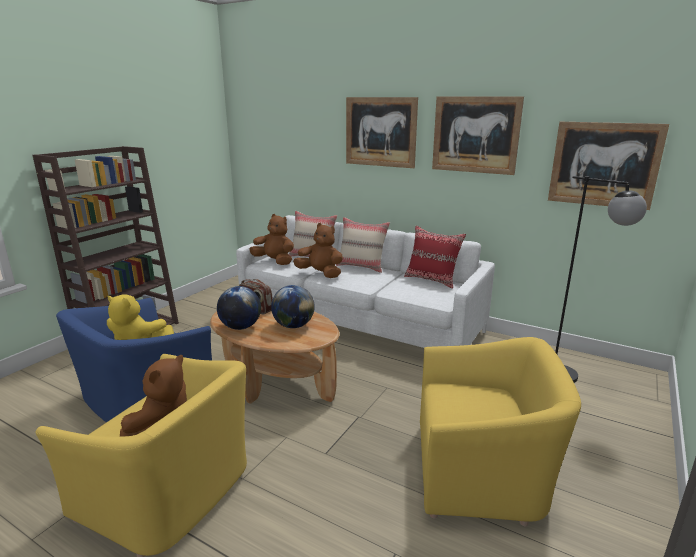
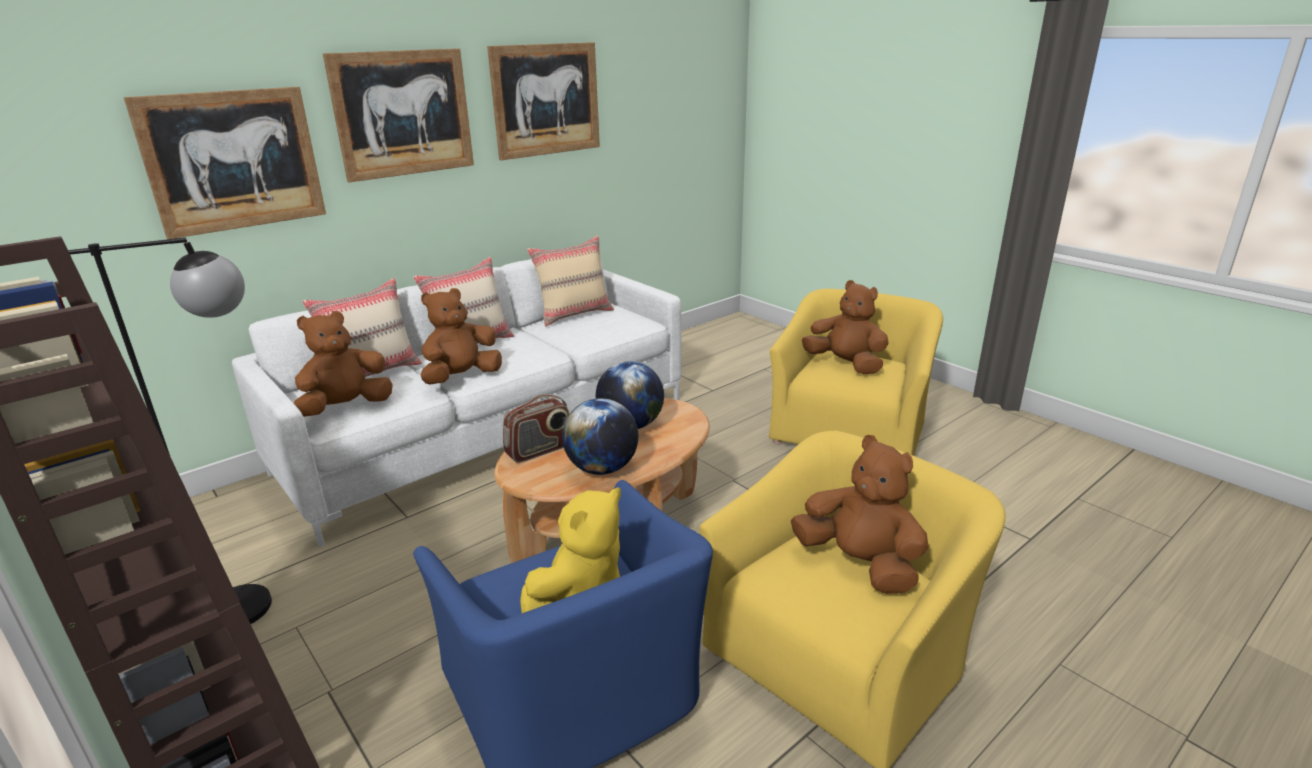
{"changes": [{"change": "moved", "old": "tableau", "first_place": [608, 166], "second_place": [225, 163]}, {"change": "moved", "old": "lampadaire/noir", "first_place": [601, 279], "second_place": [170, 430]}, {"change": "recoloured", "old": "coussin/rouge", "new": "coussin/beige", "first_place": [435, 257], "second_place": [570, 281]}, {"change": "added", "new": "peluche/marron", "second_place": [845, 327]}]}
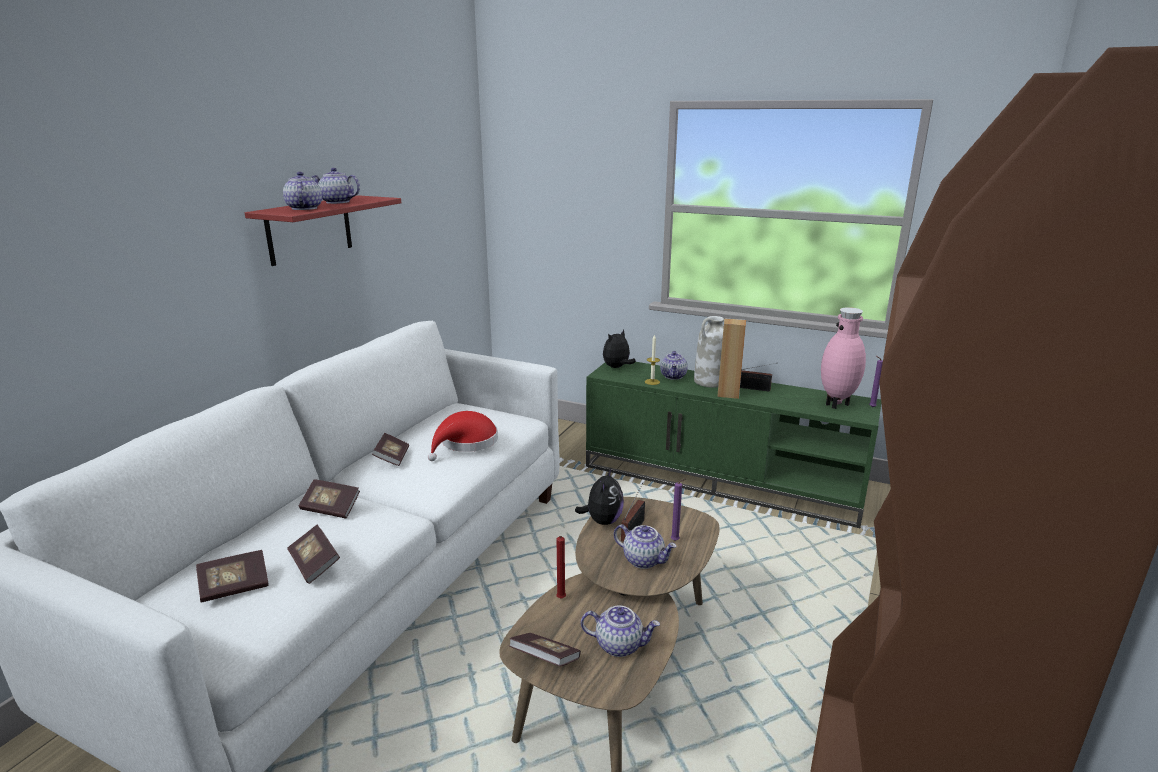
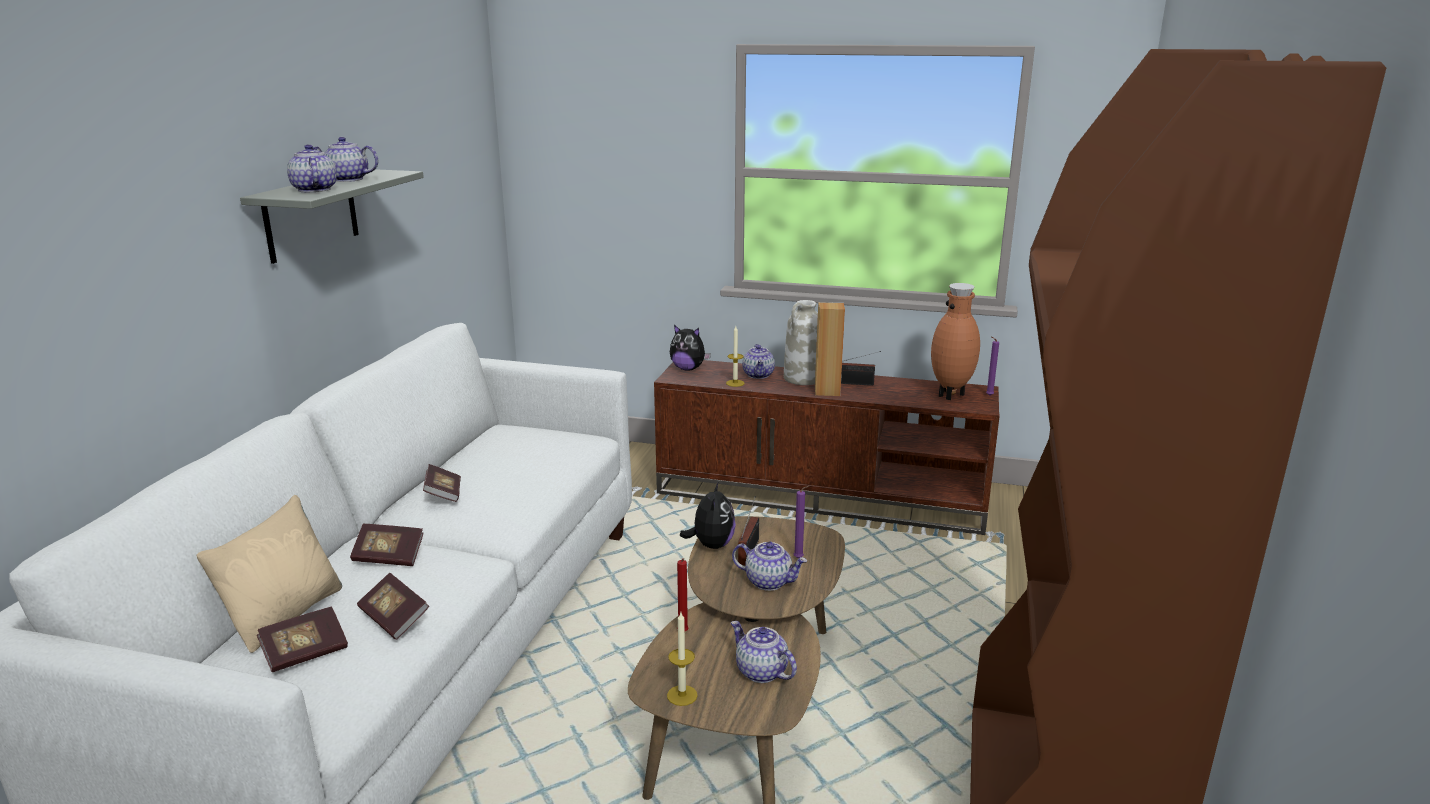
{"changes": [{"change": "recoloured", "old": "étagère/rouge", "new": "étagère/gris", "first_place": [323, 230], "second_place": [332, 216]}, {"change": "recoloured", "old": "vase/rose", "new": "vase/marron", "first_place": [843, 358], "second_place": [955, 341]}, {"change": "turned", "old": "peluche", "first_place": [619, 349], "second_place": [690, 348], "degrees": -105}, {"change": "recoloured", "old": "meuble télé/vert", "new": "meuble télé/marron", "first_place": [733, 445], "second_place": [827, 447]}, {"change": "removed", "old": "chapeau/rouge", "first_place": [463, 436]}, {"change": "turned", "old": "théière", "first_place": [620, 631], "second_place": [764, 652], "degrees": -135}, {"change": "replaced", "old": "livre", "new": "bougie", "first_place": [545, 649], "second_place": [682, 659]}, {"change": "added", "new": "coussin/beige", "second_place": [269, 574]}]}
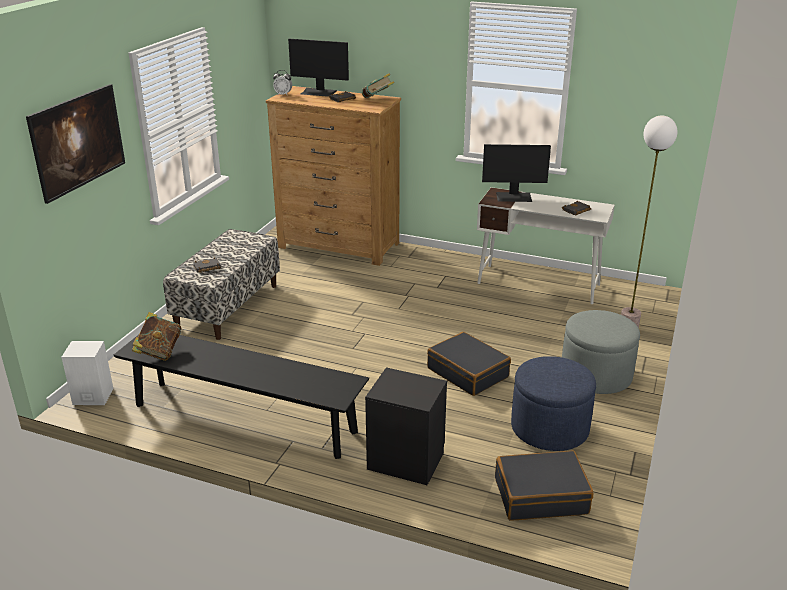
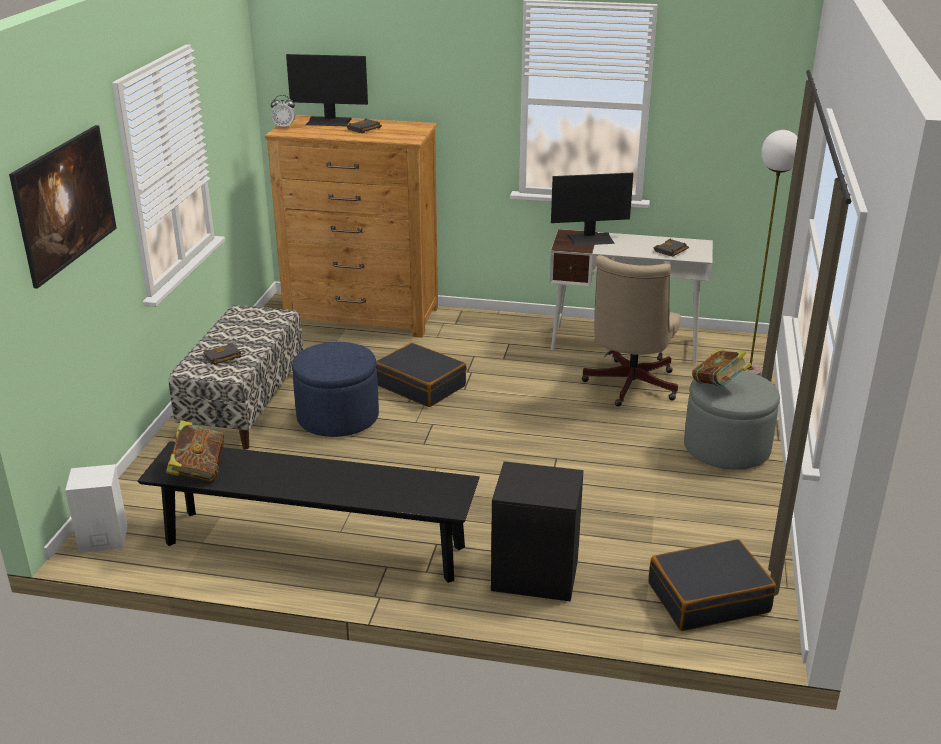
{"changes": [{"change": "moved", "old": "livre", "first_place": [378, 85], "second_place": [722, 367]}, {"change": "moved", "old": "valise/noir", "first_place": [469, 364], "second_place": [421, 375]}, {"change": "moved", "old": "pouf/bleu", "first_place": [553, 403], "second_place": [335, 389]}, {"change": "added", "new": "chaise de bureau/beige", "second_place": [631, 330]}]}
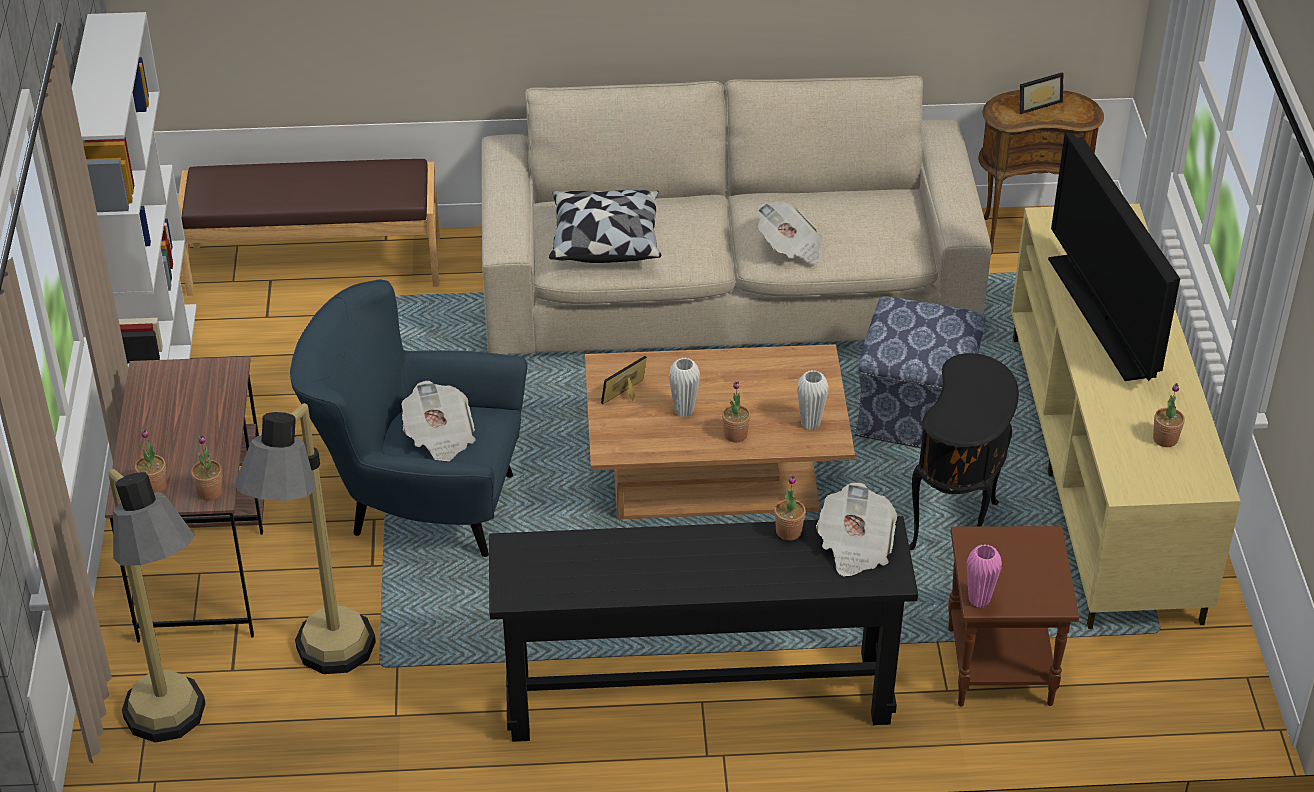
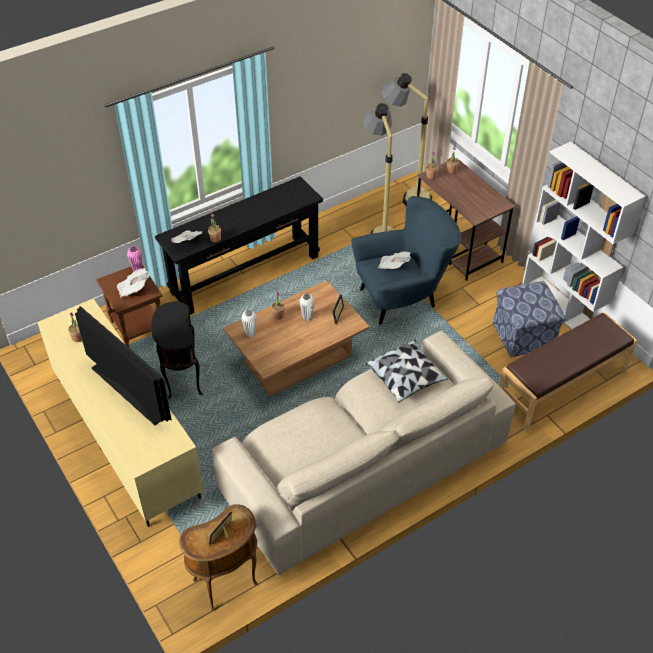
{"changes": [{"change": "moved", "old": "journal", "first_place": [790, 232], "second_place": [133, 282]}, {"change": "moved", "old": "pouf", "first_place": [920, 372], "second_place": [529, 319]}]}
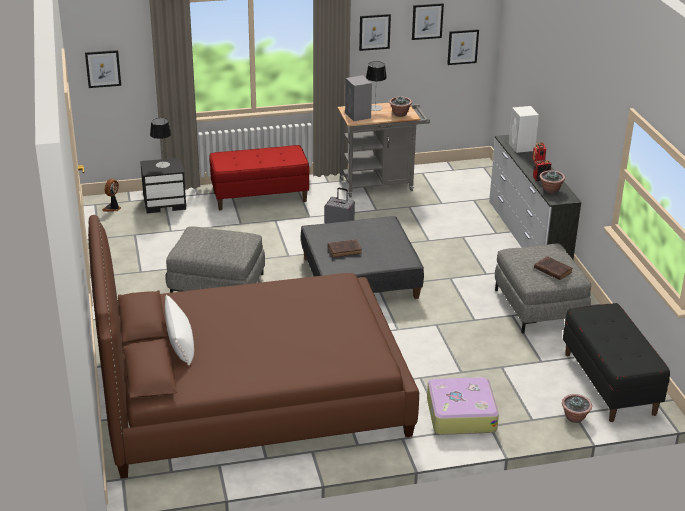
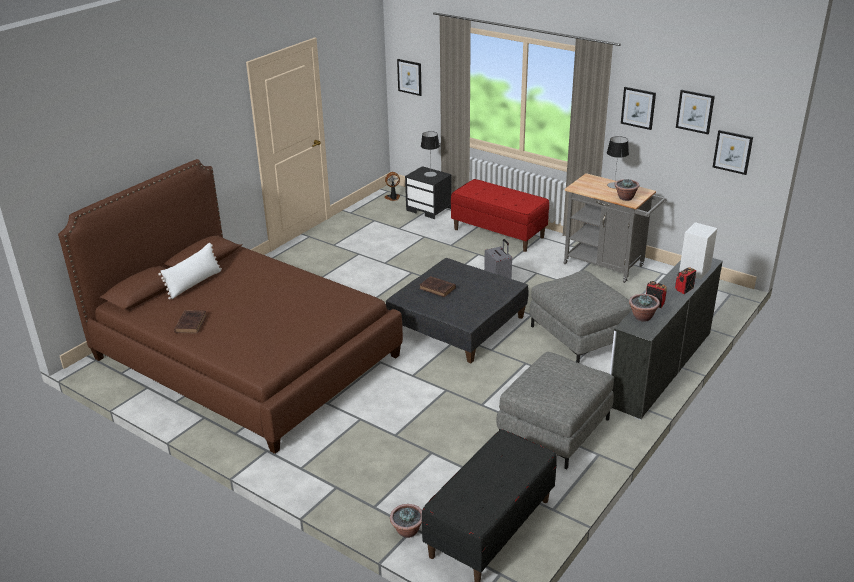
{"changes": [{"change": "removed", "old": "enceinte/gris", "first_place": [358, 98]}, {"change": "moved", "old": "pouf/gris", "first_place": [215, 259], "second_place": [581, 316]}, {"change": "moved", "old": "livre/marron", "first_place": [553, 268], "second_place": [190, 322]}, {"change": "removed", "old": "valise", "first_place": [463, 406]}]}
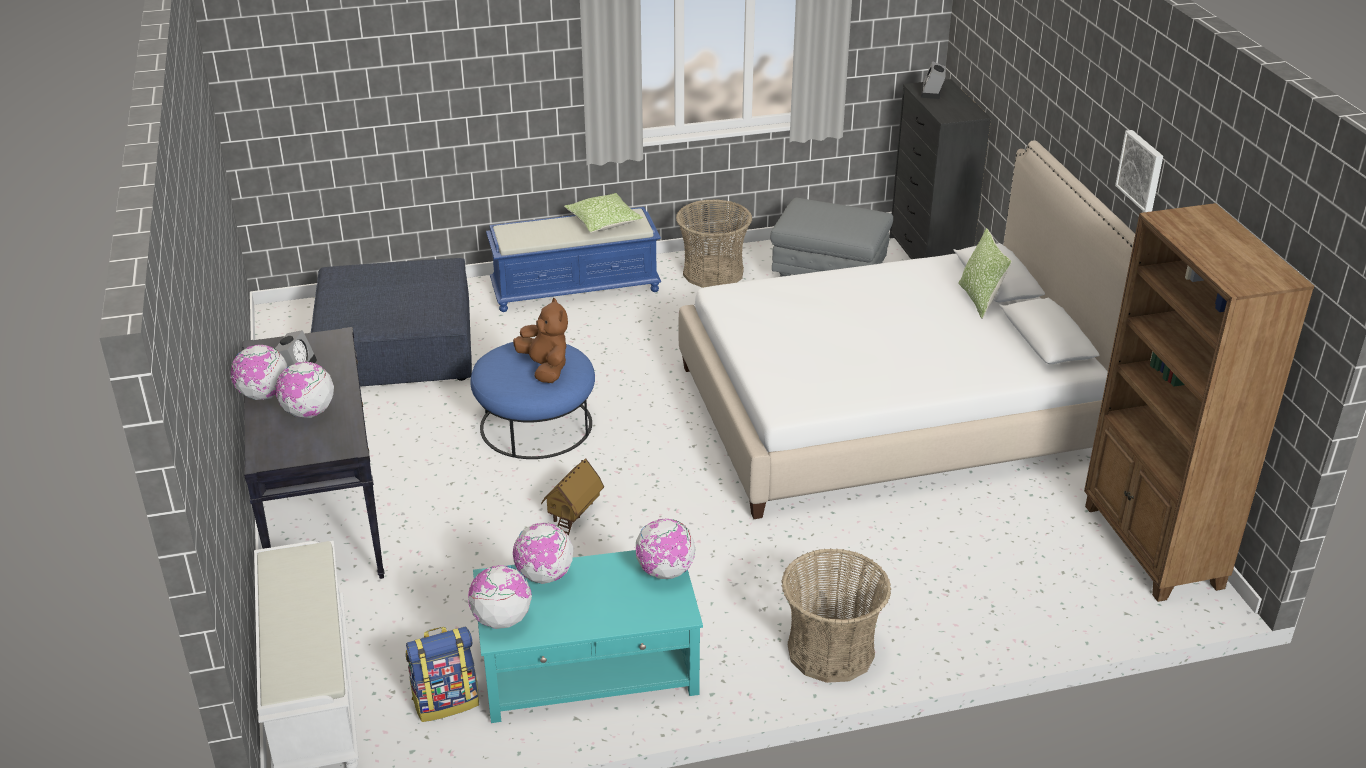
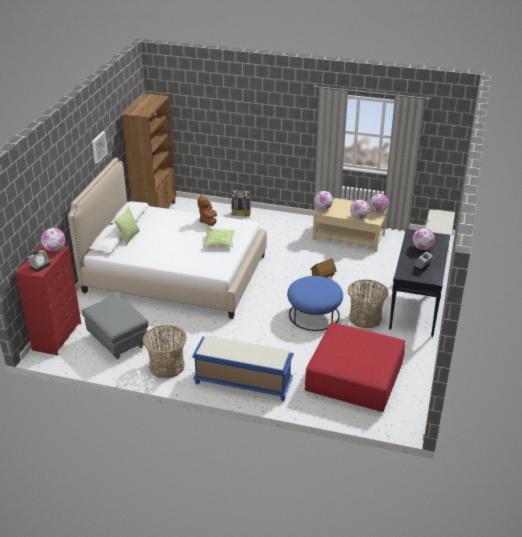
{"changes": [{"change": "recoloured", "old": "commode/noir", "new": "commode/rouge", "first_place": [940, 169], "second_place": [48, 299]}, {"change": "moved", "old": "coussin", "first_place": [603, 213], "second_place": [219, 238]}, {"change": "recoloured", "old": "pouf/bleu", "new": "pouf/rouge", "first_place": [391, 322], "second_place": [355, 367]}, {"change": "moved", "old": "peluche/marron", "first_place": [540, 340], "second_place": [207, 210]}, {"change": "moved", "old": "globe", "first_place": [259, 372], "second_place": [53, 240]}, {"change": "moved", "old": "panier", "first_place": [836, 616], "second_place": [368, 303]}, {"change": "recoloured", "old": "table basse/turquoise", "new": "table basse/beige", "first_place": [588, 636], "second_place": [350, 224]}, {"change": "moved", "old": "sac à dos", "first_place": [442, 674], "second_place": [241, 203]}]}
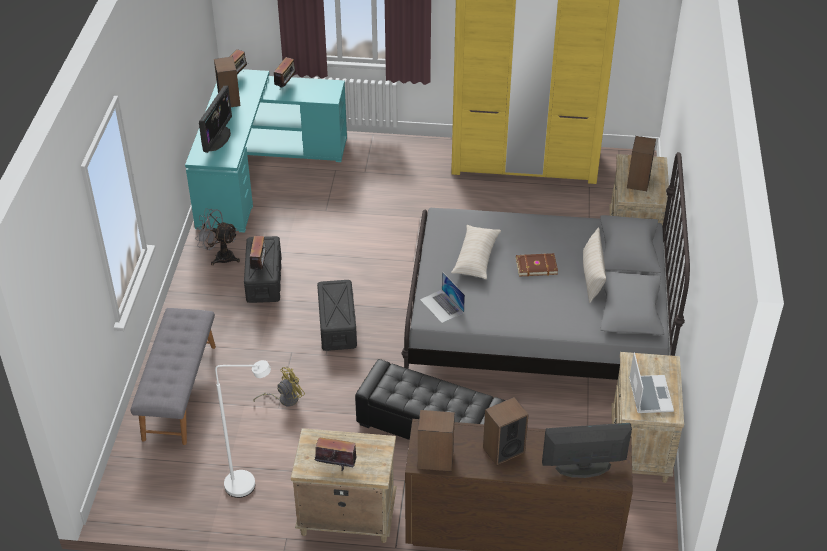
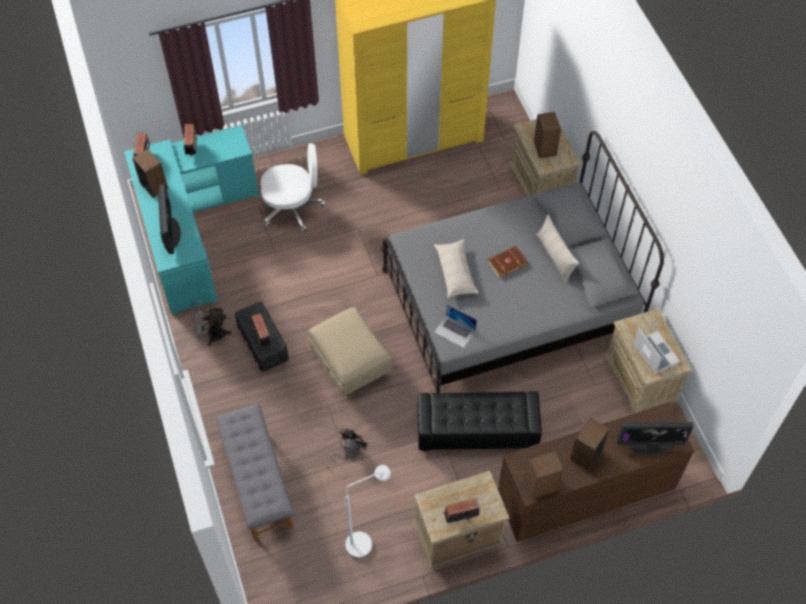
{"changes": [{"change": "replaced", "old": "boîte de rangement/noir", "new": "pouf/beige", "first_place": [337, 315], "second_place": [350, 351]}, {"change": "recoloured", "old": "ventilateur/jaune", "new": "ventilateur/noir", "first_place": [279, 386], "second_place": [346, 447]}, {"change": "turned", "old": "écran d'ordinateur", "first_place": [587, 450], "second_place": [655, 438], "degrees": -150}, {"change": "added", "new": "chaise de bureau/blanc", "second_place": [292, 187]}]}
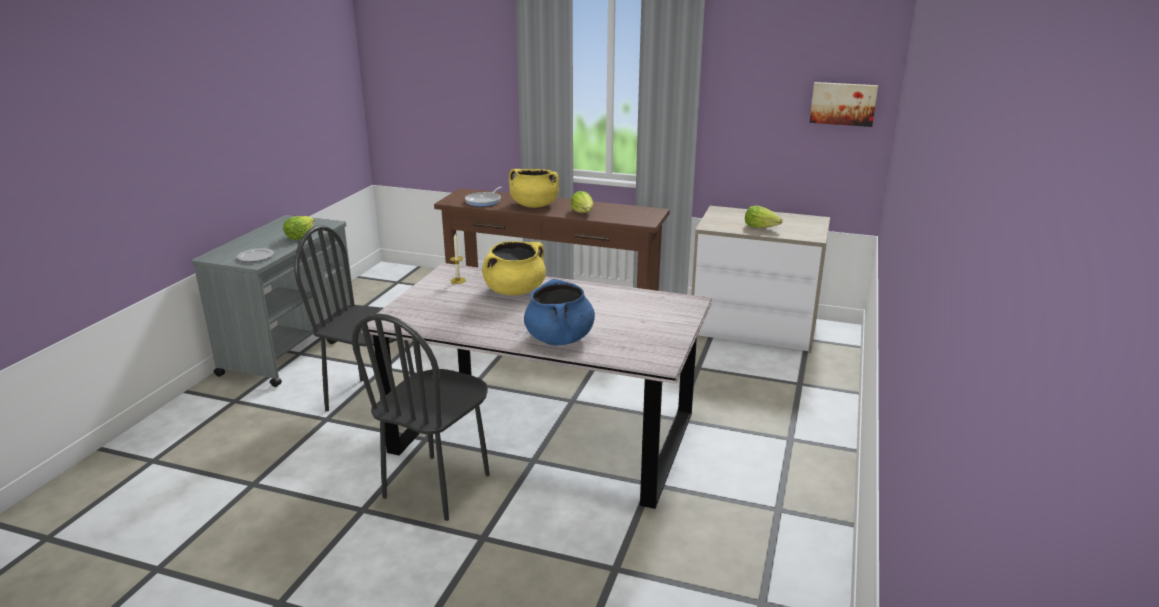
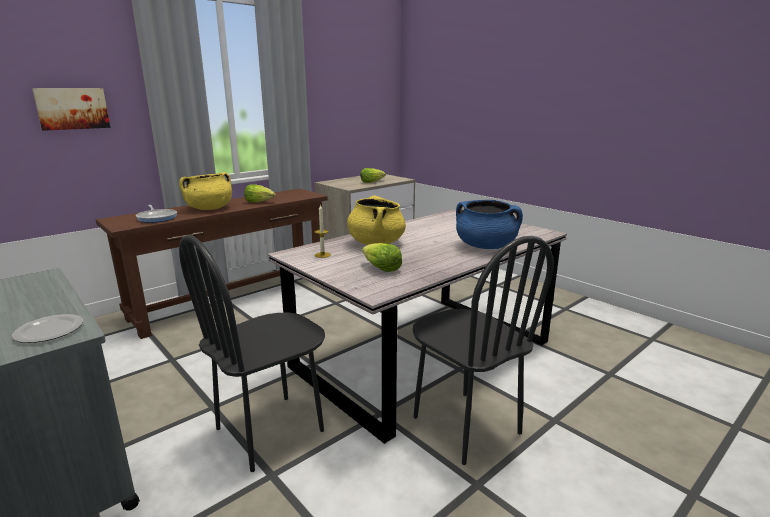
{"changes": [{"change": "moved", "old": "tableau", "first_place": [843, 104], "second_place": [71, 109]}, {"change": "moved", "old": "laitue", "first_place": [299, 228], "second_place": [382, 257]}]}
